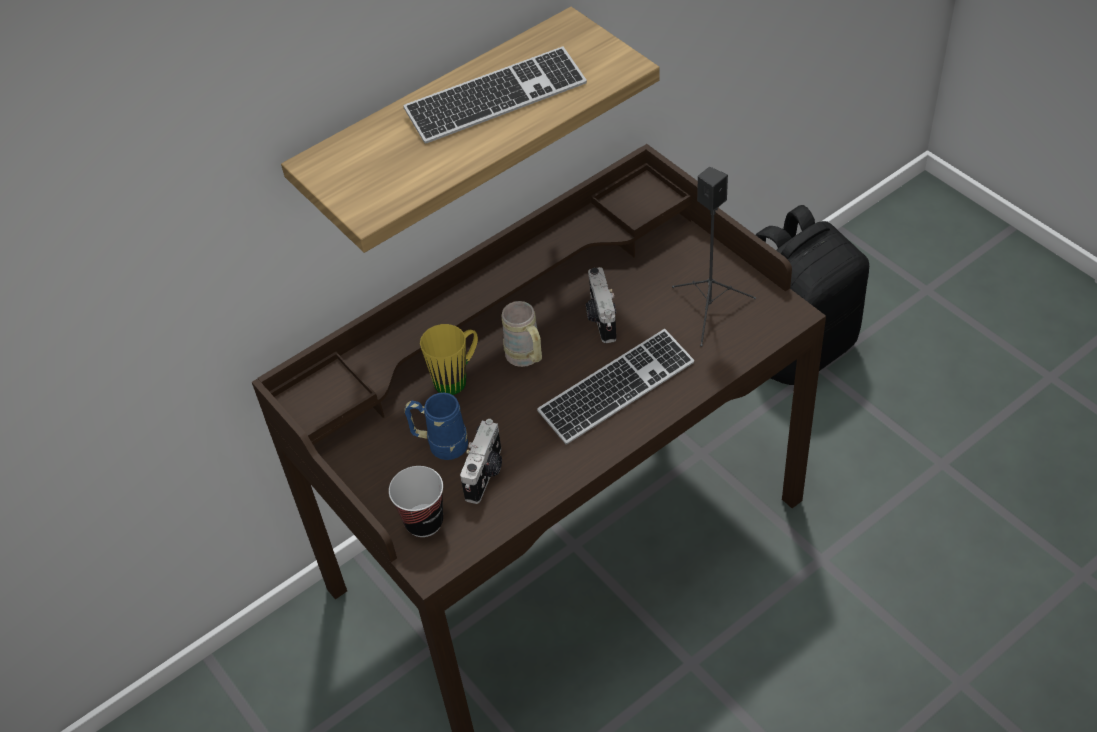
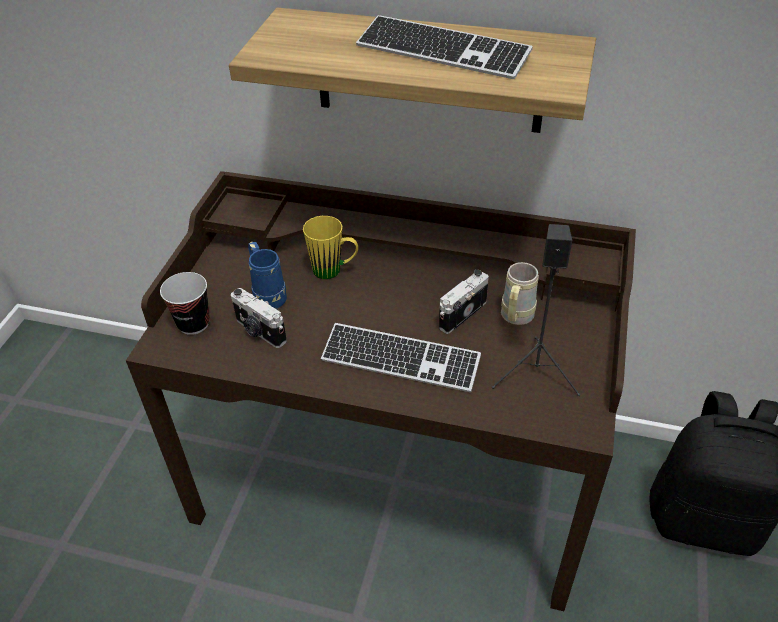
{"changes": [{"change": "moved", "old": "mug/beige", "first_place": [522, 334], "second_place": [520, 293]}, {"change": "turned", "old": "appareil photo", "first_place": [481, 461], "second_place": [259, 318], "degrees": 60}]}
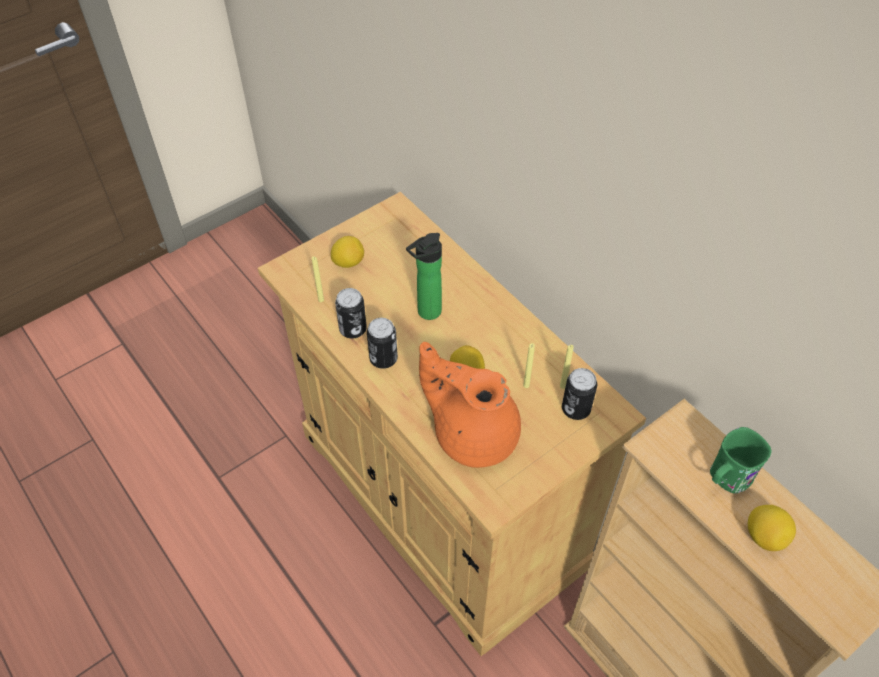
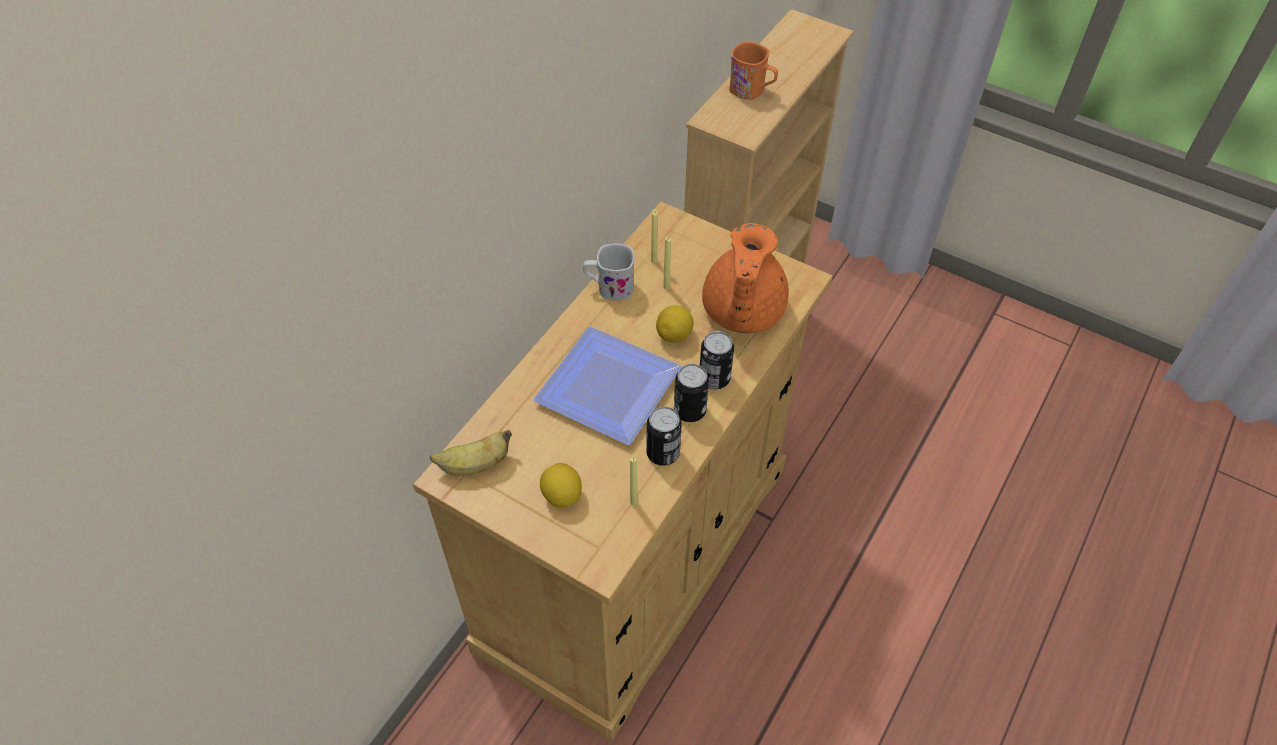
{"changes": [{"change": "replaced", "old": "bouteille", "new": "assiette", "first_place": [424, 276], "second_place": [607, 385]}, {"change": "moved", "old": "boîte métallique", "first_place": [579, 394], "second_place": [717, 360]}, {"change": "recoloured", "old": "mug/vert", "new": "mug/orange", "first_place": [741, 460], "second_place": [753, 70]}, {"change": "removed", "old": "citron", "first_place": [772, 528]}, {"change": "added", "new": "mug/blanc", "second_place": [609, 272]}, {"change": "added", "new": "banane", "second_place": [471, 453]}]}
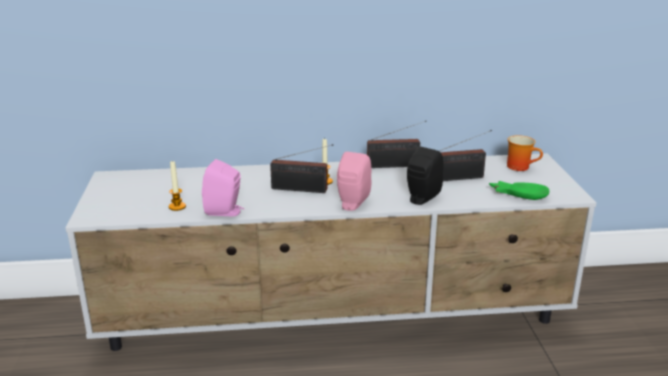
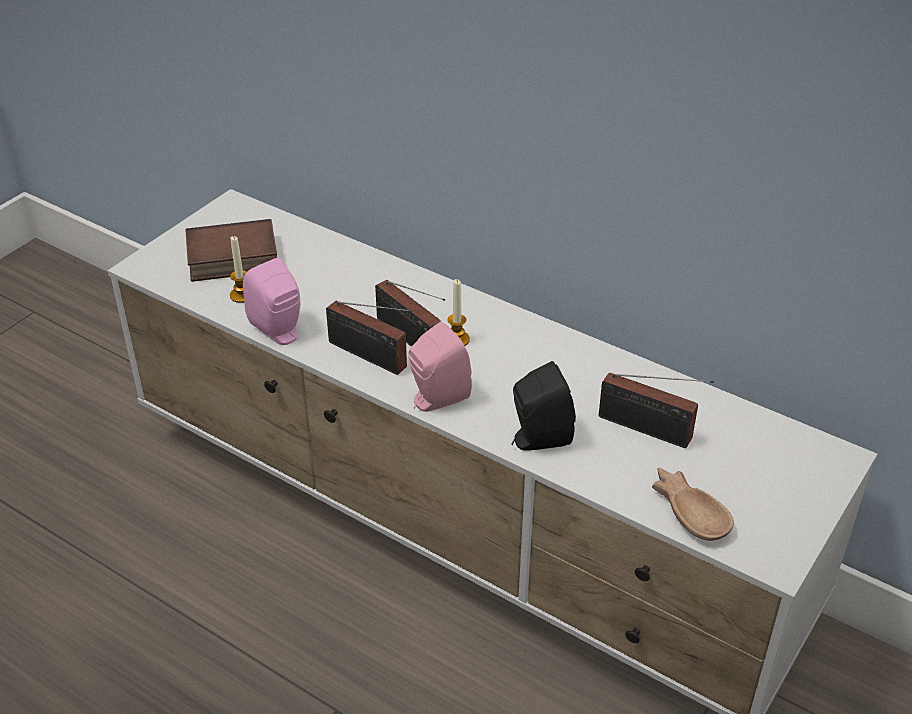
{"changes": [{"change": "moved", "old": "radio", "first_place": [396, 144], "second_place": [369, 338]}, {"change": "removed", "old": "mug", "first_place": [525, 153]}, {"change": "recoloured", "old": "bol/vert", "new": "bol/marron", "first_place": [519, 190], "second_place": [693, 504]}, {"change": "added", "new": "livre", "second_place": [231, 250]}]}
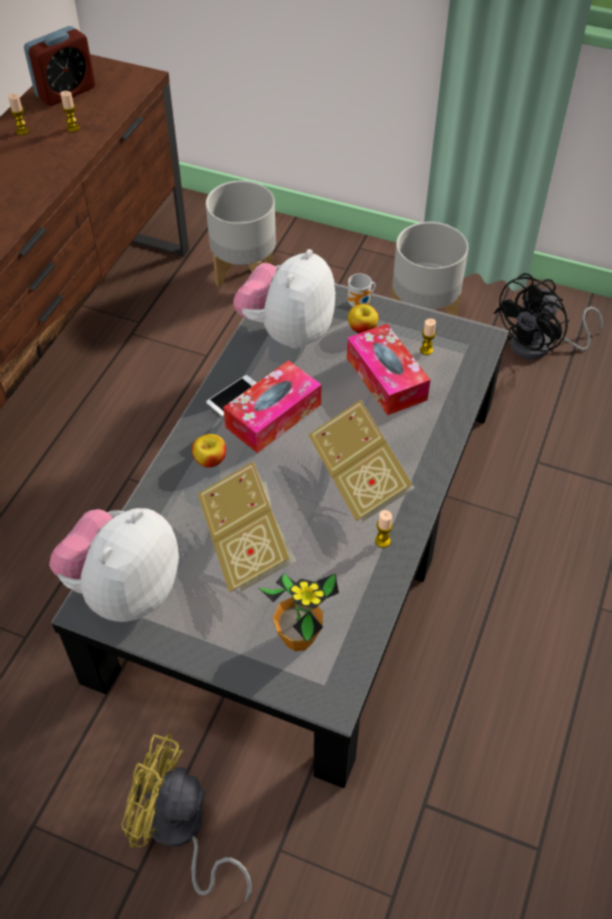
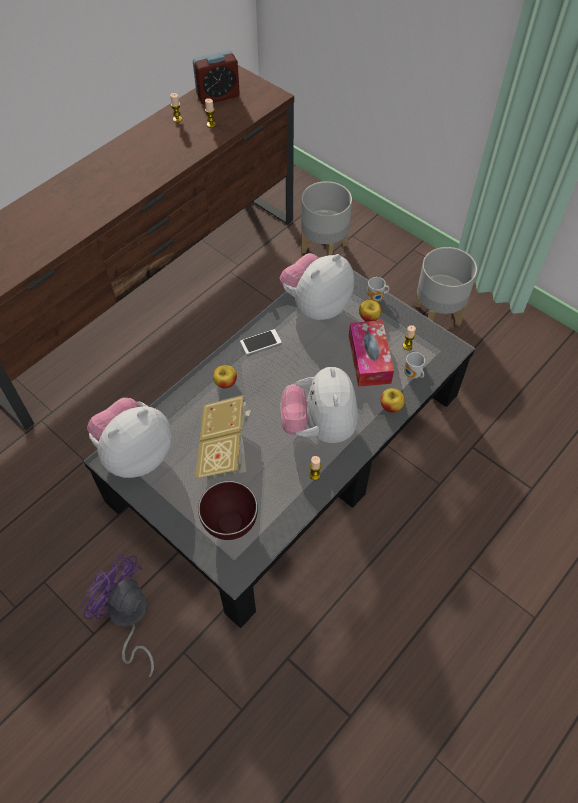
{"changes": [{"change": "removed", "old": "ventilateur/noir", "first_place": [548, 316]}, {"change": "removed", "old": "boîte à mouchoirs", "first_place": [272, 406]}, {"change": "replaced", "old": "livre", "new": "peluche", "first_place": [361, 461], "second_place": [319, 405]}, {"change": "replaced", "old": "plante en pot", "new": "bol/marron", "first_place": [298, 612], "second_place": [228, 510]}, {"change": "recoloured", "old": "ventilateur/jaune", "new": "ventilateur/violet", "first_place": [186, 817], "second_place": [117, 615]}, {"change": "added", "new": "mug", "second_place": [414, 365]}, {"change": "added", "new": "pomme", "second_place": [392, 400]}]}
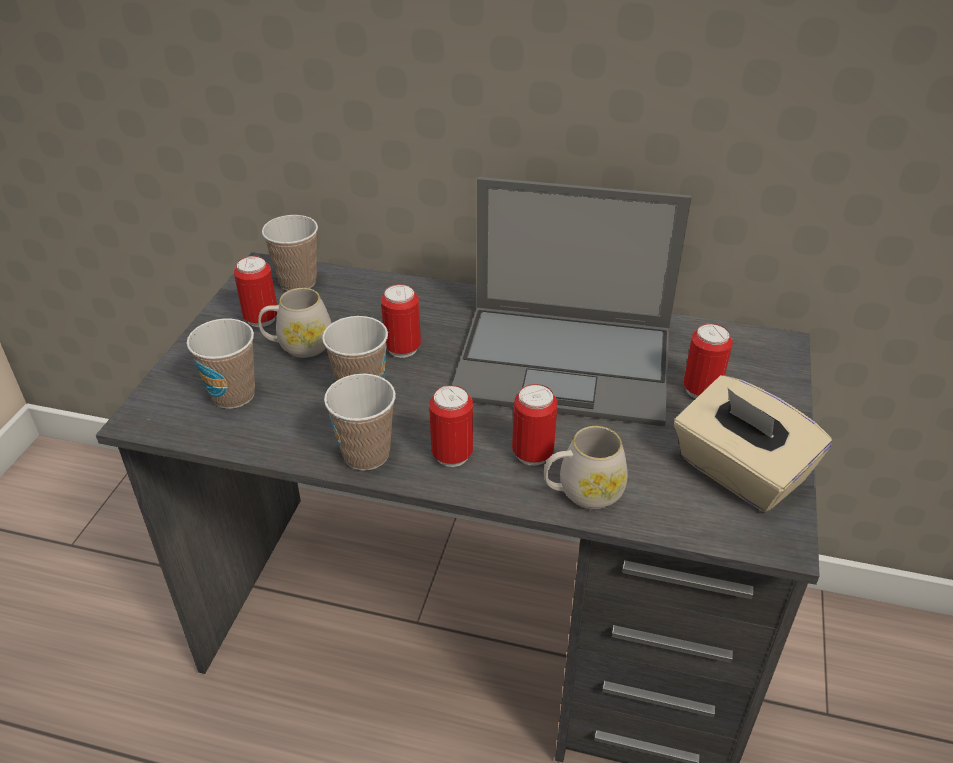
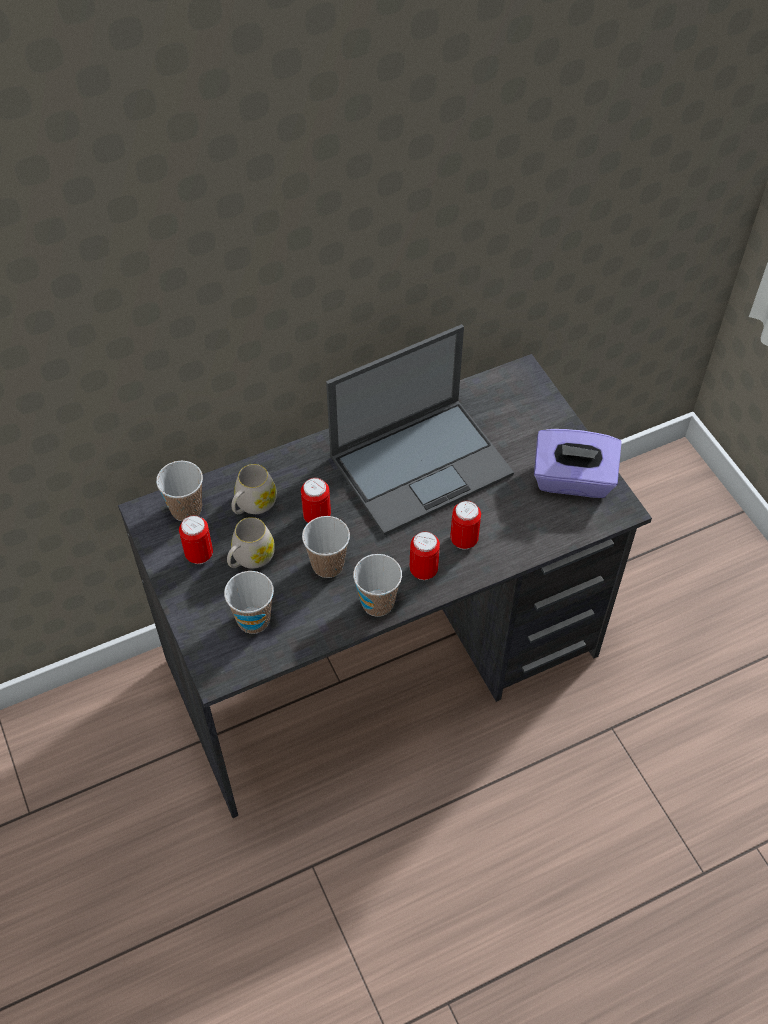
{"changes": [{"change": "removed", "old": "boîte métallique", "first_place": [708, 361]}, {"change": "recoloured", "old": "boîte à mouchoirs/beige", "new": "boîte à mouchoirs/violet", "first_place": [753, 443], "second_place": [578, 463]}, {"change": "moved", "old": "mug/blanc", "first_place": [586, 467], "second_place": [254, 489]}]}
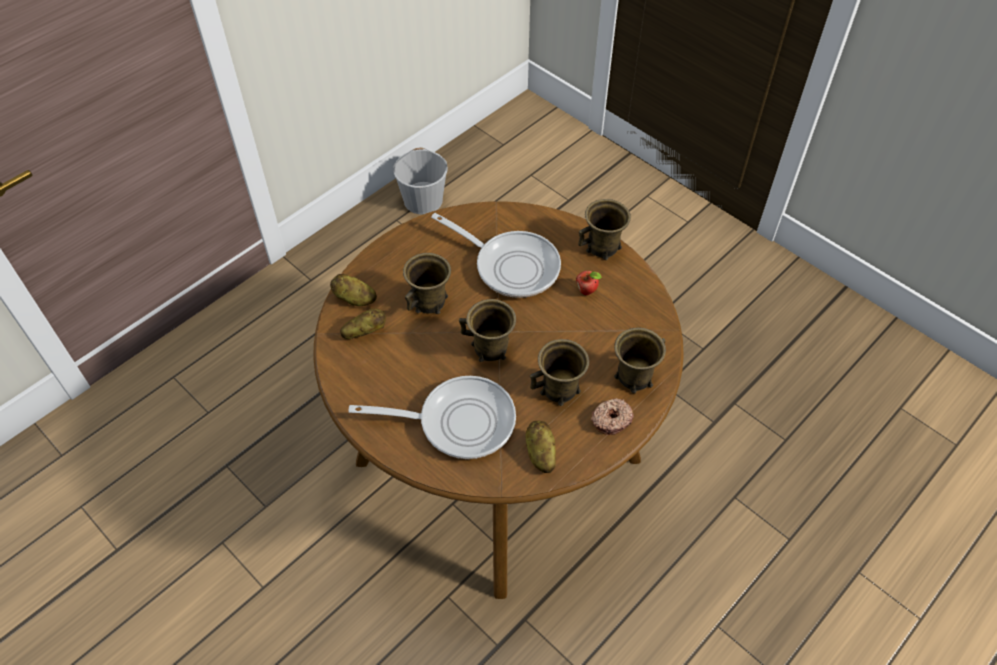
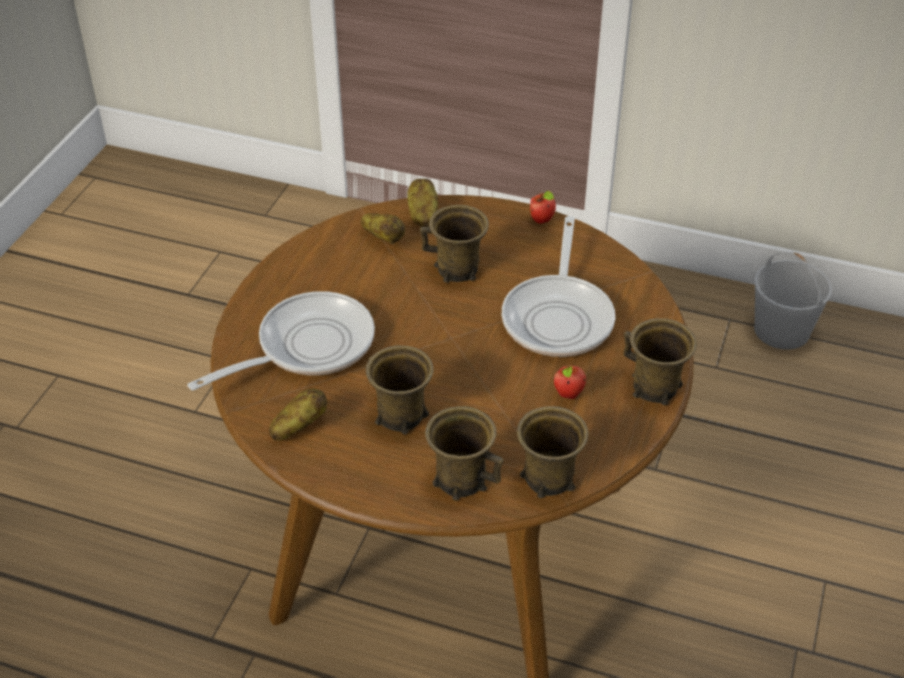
{"changes": [{"change": "moved", "old": "mug/marron", "first_place": [487, 330], "second_place": [553, 452]}, {"change": "turned", "old": "poêle", "first_place": [432, 417], "second_place": [281, 341], "degrees": -105}, {"change": "removed", "old": "beignet", "first_place": [612, 416]}, {"change": "added", "new": "pomme", "second_place": [543, 207]}]}
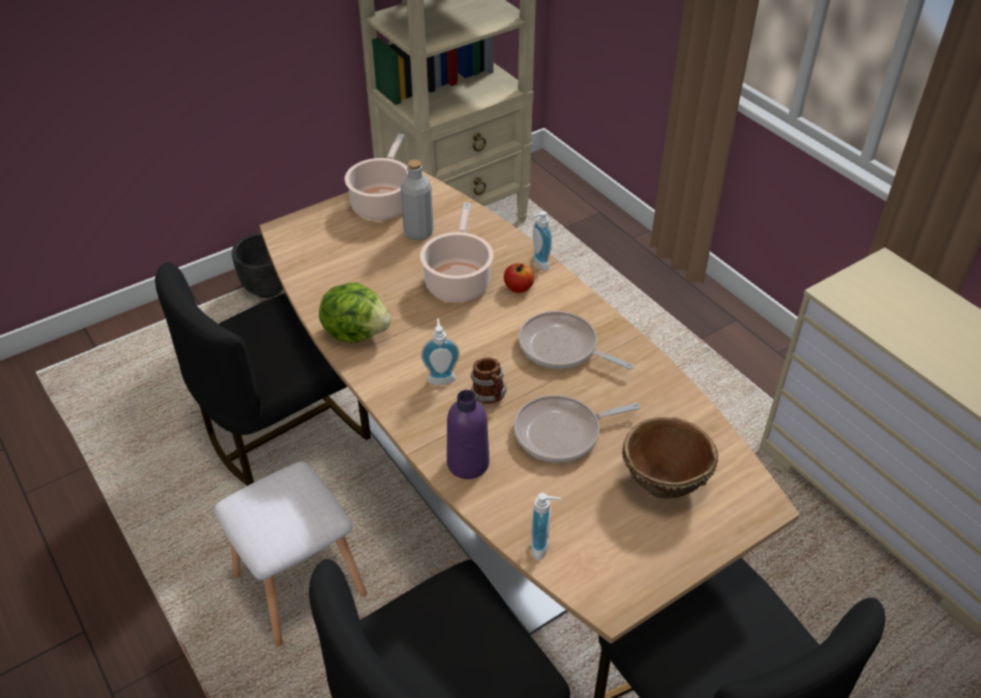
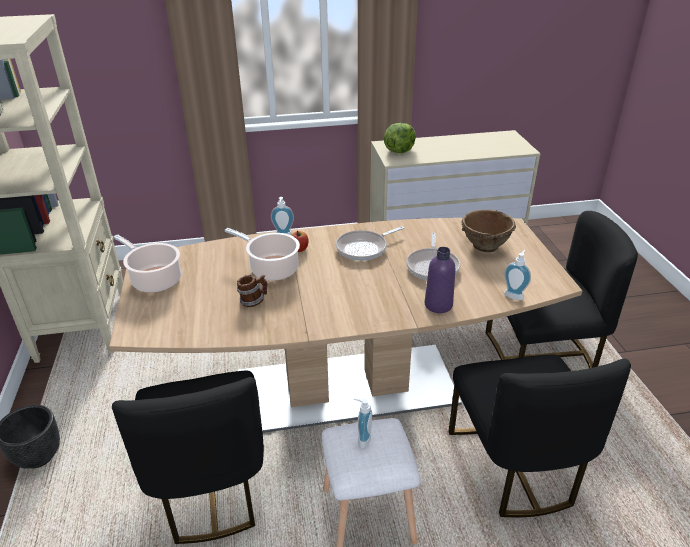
{"changes": [{"change": "removed", "old": "bouteille/gris", "first_place": [417, 200]}, {"change": "moved", "old": "laitue", "first_place": [355, 312], "second_place": [400, 138]}, {"change": "moved", "old": "distributeur de savon", "first_place": [440, 351], "second_place": [362, 423]}, {"change": "moved", "old": "mug", "first_place": [488, 380], "second_place": [252, 291]}]}
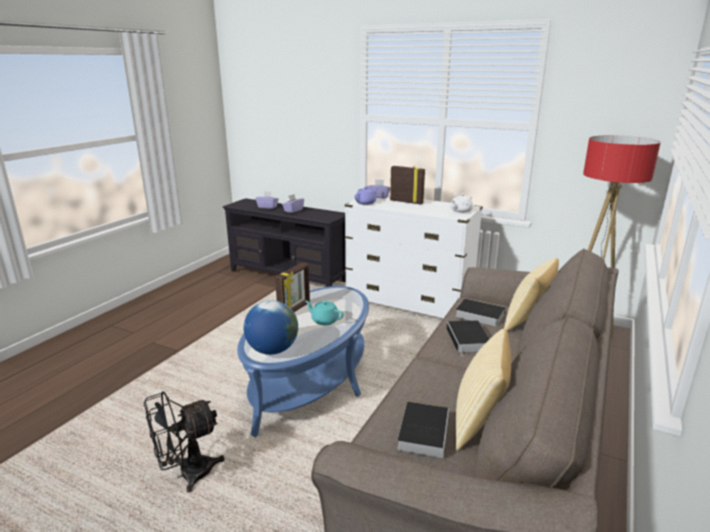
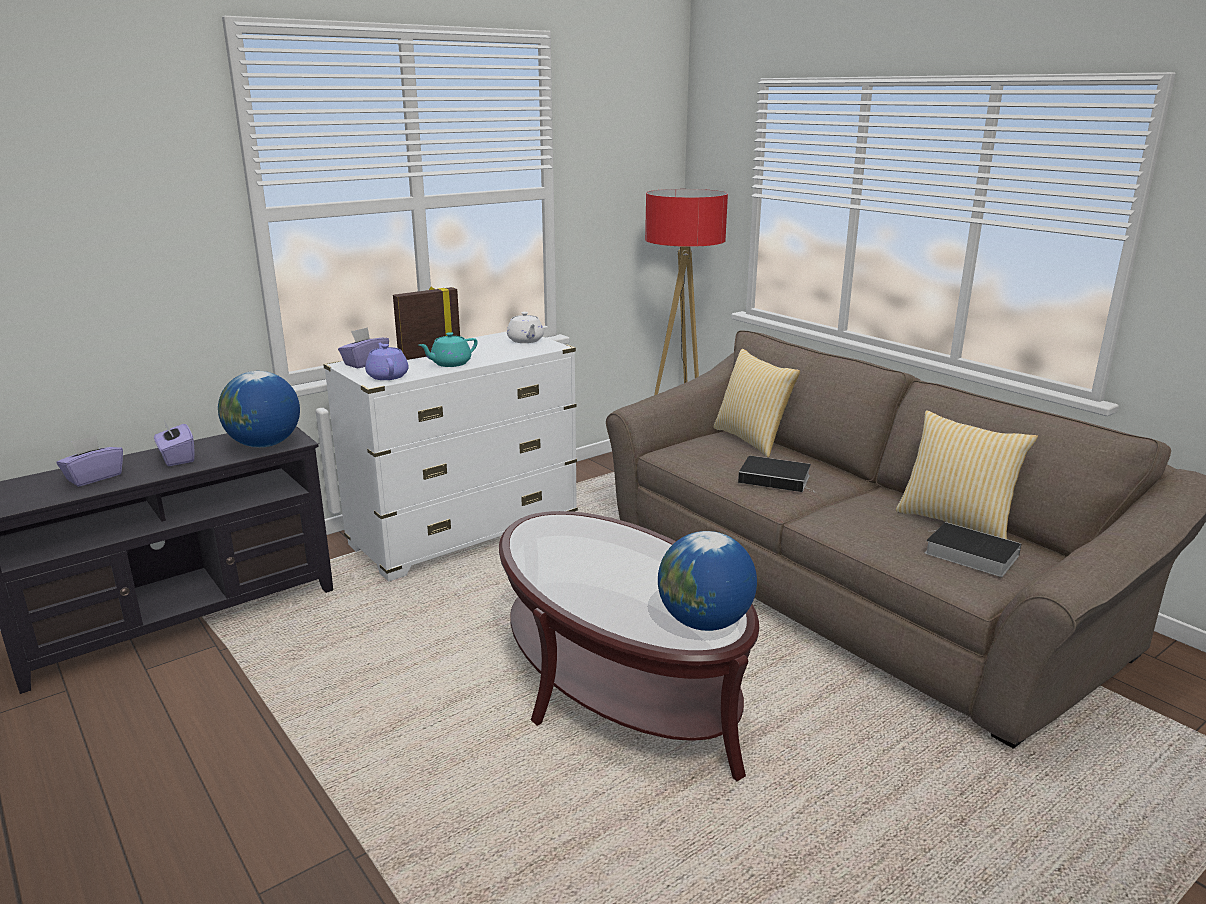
{"changes": [{"change": "removed", "old": "cadre photo", "first_place": [292, 287]}, {"change": "recoloured", "old": "table basse/bleu", "new": "table basse/marron", "first_place": [303, 361], "second_place": [629, 646]}, {"change": "removed", "old": "livre", "first_place": [480, 312]}, {"change": "moved", "old": "théière/turquoise", "first_place": [324, 313], "second_place": [448, 349]}, {"change": "removed", "old": "ventilateur/noir", "first_place": [184, 442]}, {"change": "added", "new": "globe", "second_place": [259, 409]}]}
